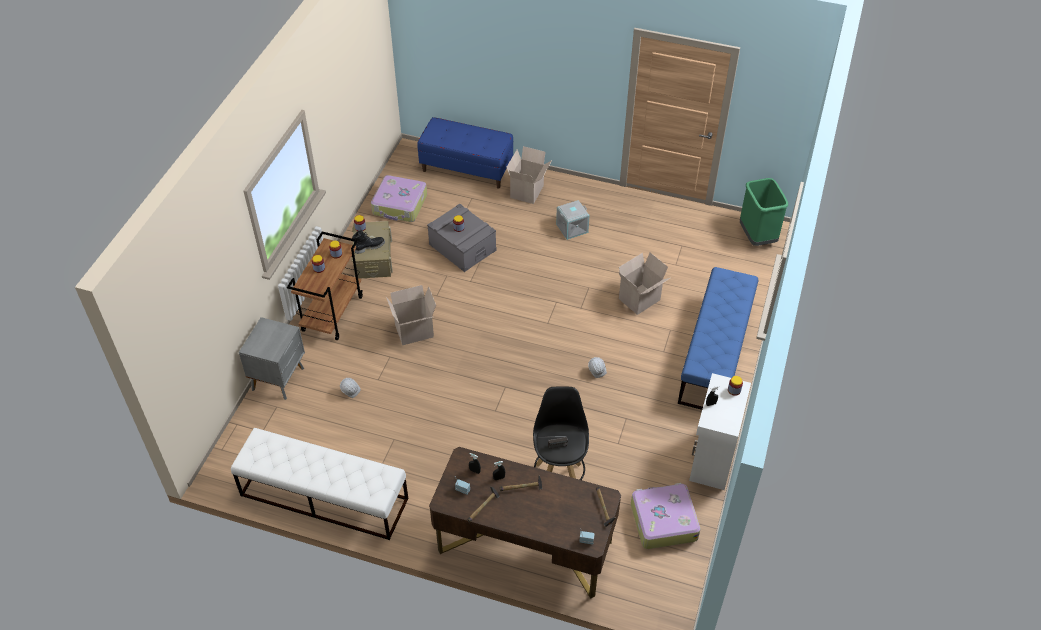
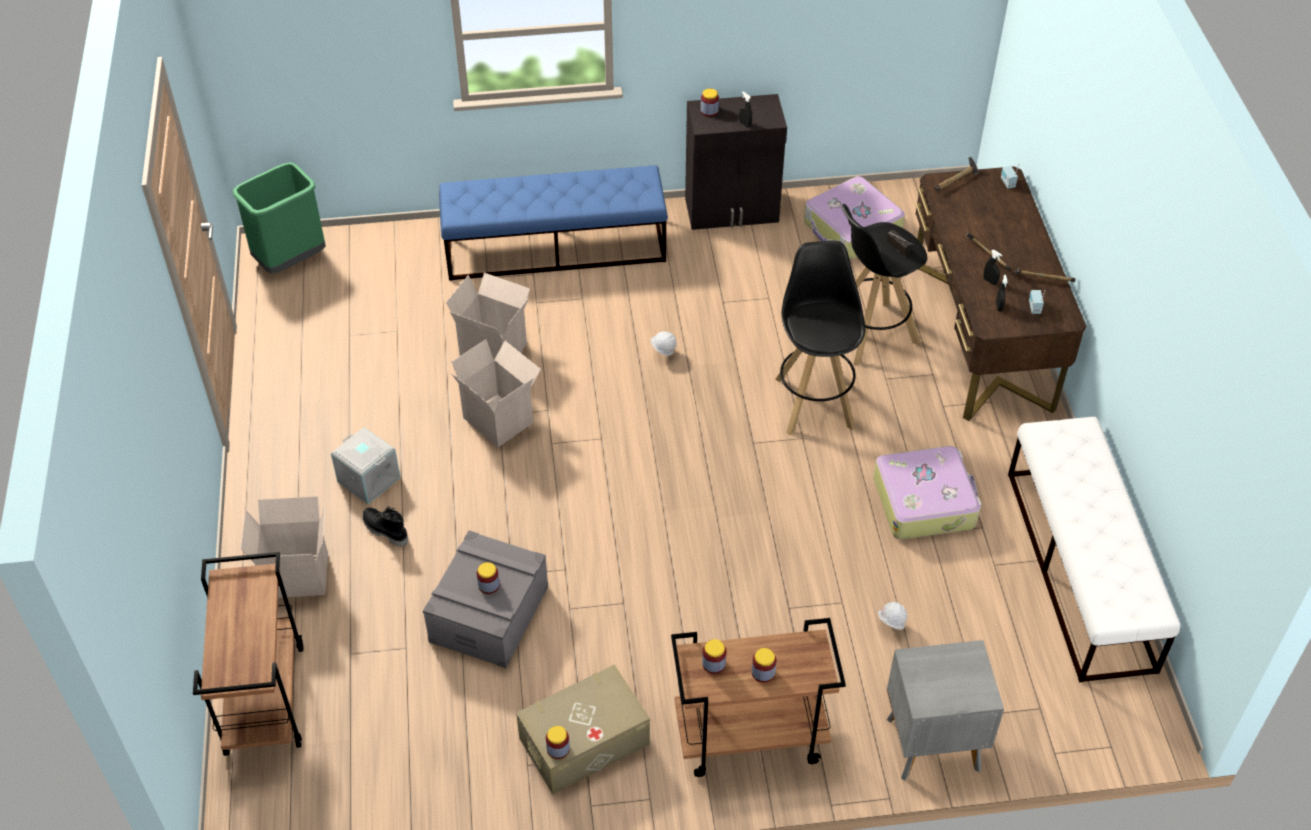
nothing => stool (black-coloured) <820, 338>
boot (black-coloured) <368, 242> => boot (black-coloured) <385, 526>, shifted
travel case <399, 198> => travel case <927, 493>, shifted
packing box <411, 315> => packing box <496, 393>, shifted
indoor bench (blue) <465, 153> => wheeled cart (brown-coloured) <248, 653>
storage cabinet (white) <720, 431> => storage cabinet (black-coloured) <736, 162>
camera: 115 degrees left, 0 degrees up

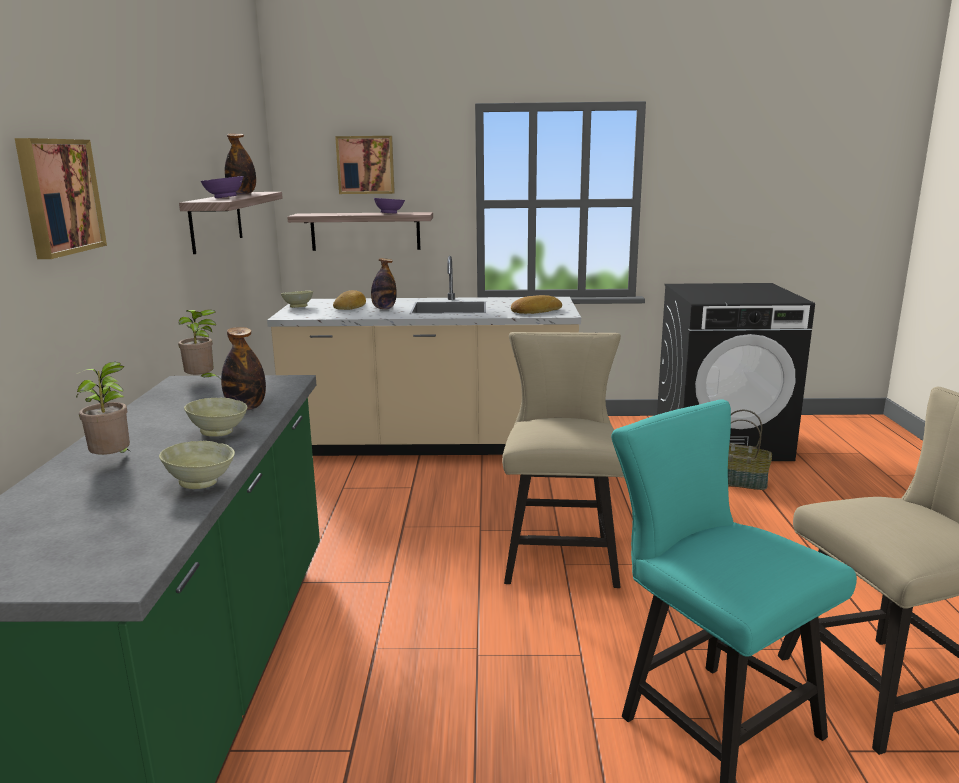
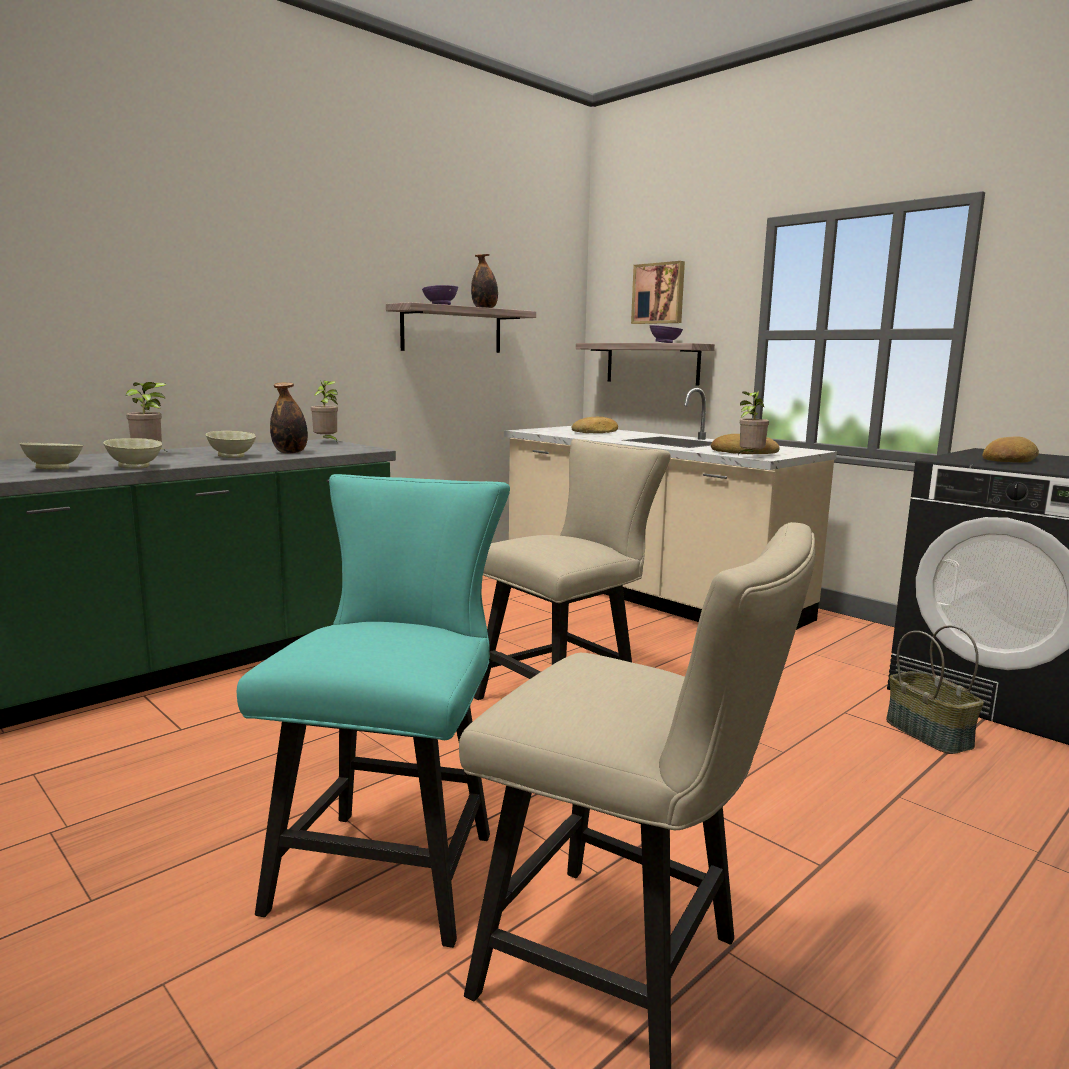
wall art <61, 198> => nothing
beverage bottle <384, 283> => nothing
nothing => plant in a pot <753, 423>
nothing => bread <1010, 449>
deep dish (sand-coloured) <297, 299> => deep dish (sand-coloured) <51, 456>, shifted
camera: 45 degrees right, 5 degrees down

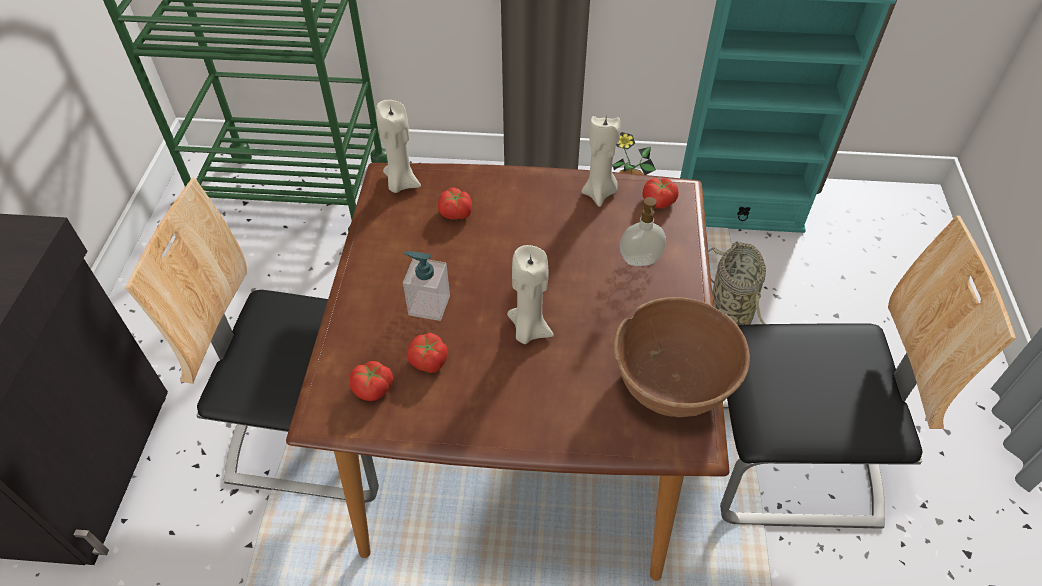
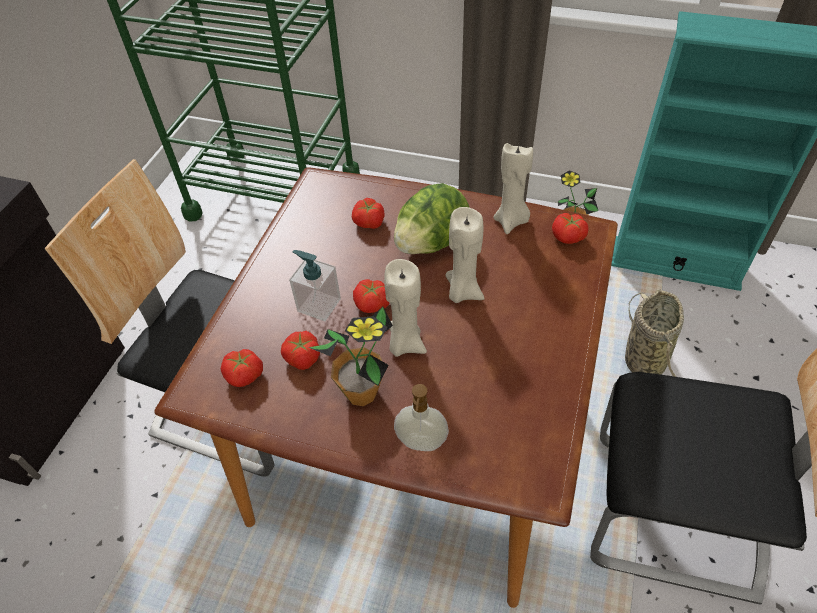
deep dish (brown-coloured) <682, 357> => nothing
nothing => plant in a pot <350, 356>
nothing => fresh tomato <371, 296>
nothing => head of lettuce <432, 218>
wax candle (sand-coloured) <398, 146> => wax candle (sand-coloured) <465, 255>, shifted
soap bottle <643, 231> => soap bottle <421, 417>, shifted
camera: 15 degrees right, 0 degrees up

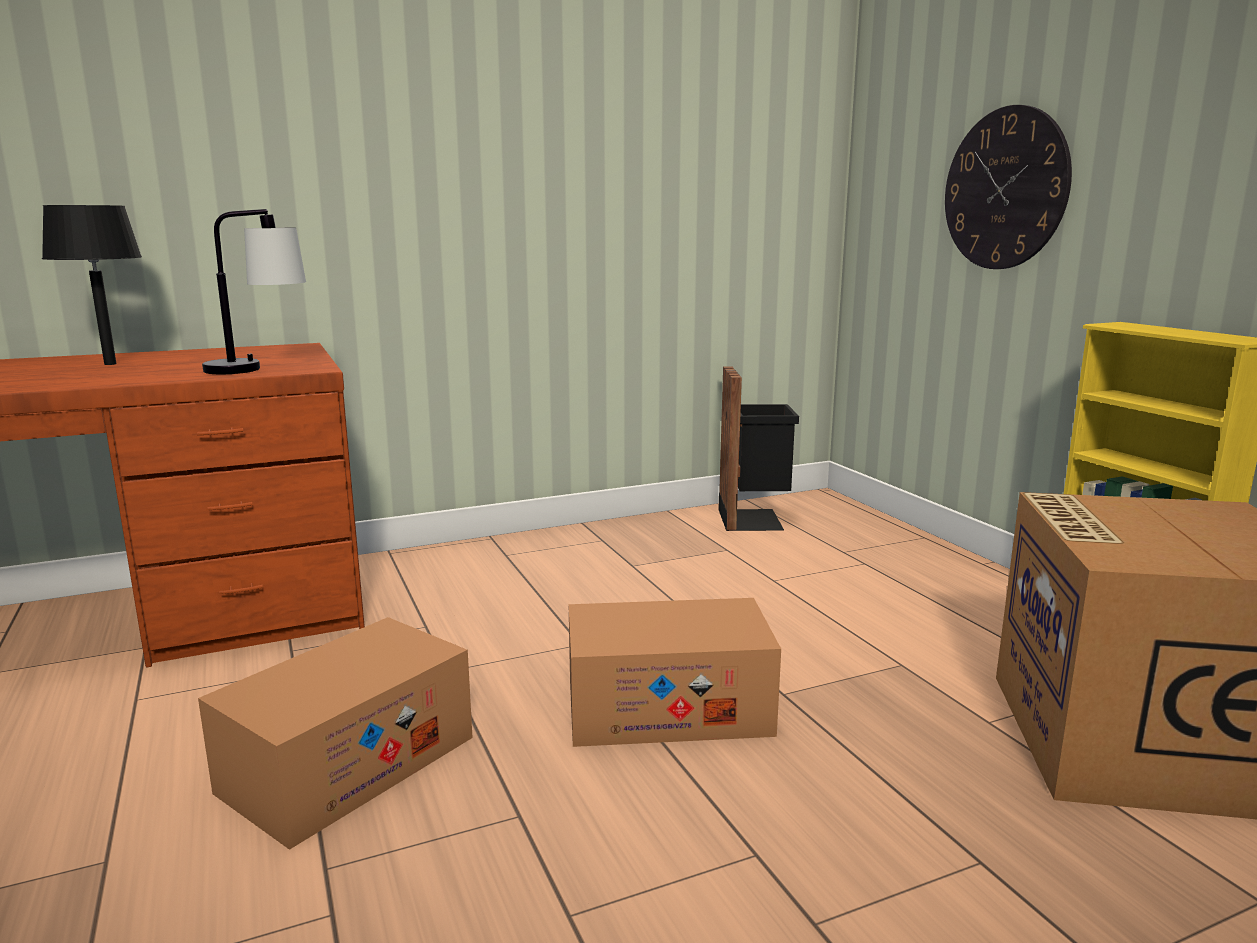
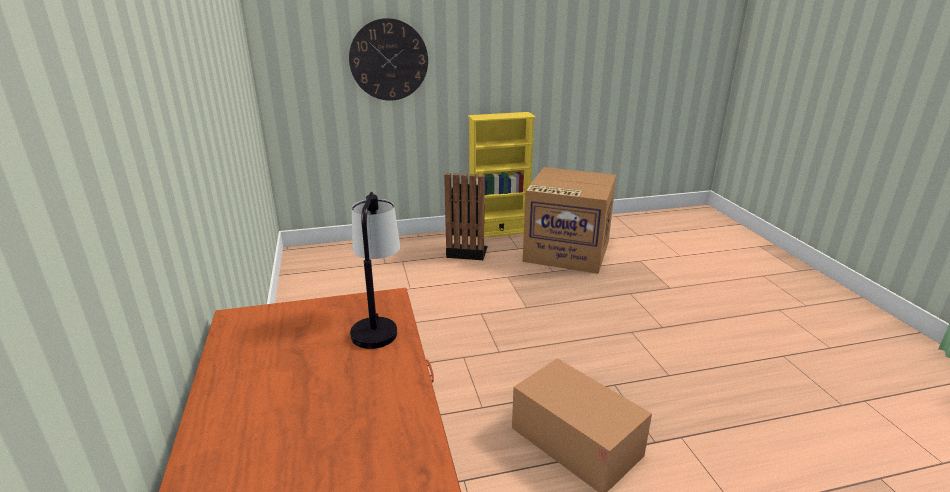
lamp for a table (black-coloured) <92, 285> => nothing
packing box <675, 672> => nothing
waste bin (black-coloured) <758, 449> => waste bin (black-coloured) <466, 216>, shifted
camera: 80 degrees left, 10 degrees up

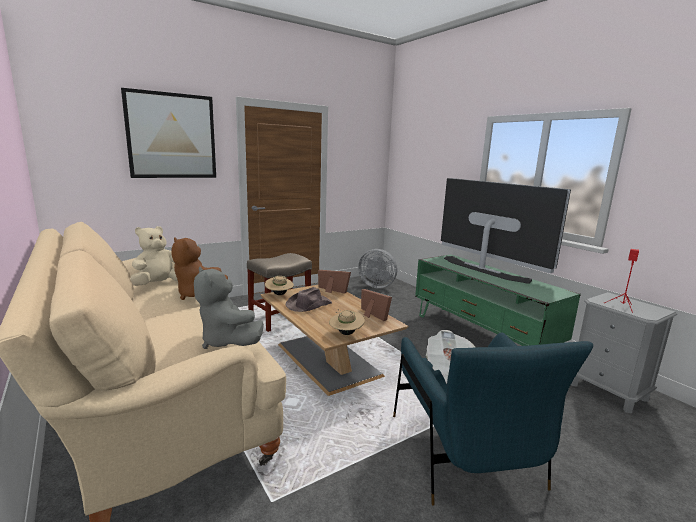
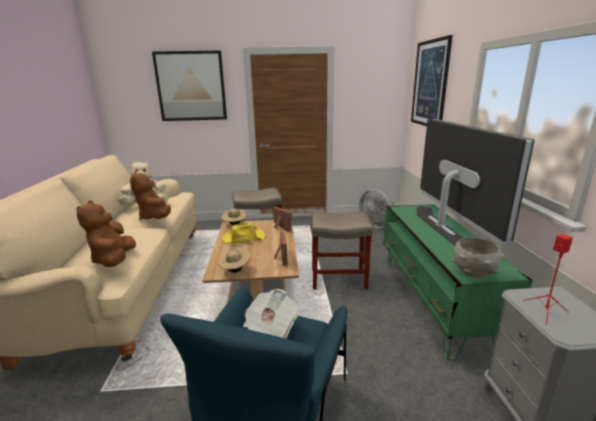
nothing => stool (sand-coloured) <342, 250>
nothing => wall art <432, 80>
nothing => deep dish (greyish) <478, 258>
soft toy (greyish) <229, 308> => soft toy (brown-coloured) <106, 233>
clothing hat (brown-coloured) <309, 299> => clothing hat (yellowish) <243, 233>
camera: 30 degrees right, 5 degrees up

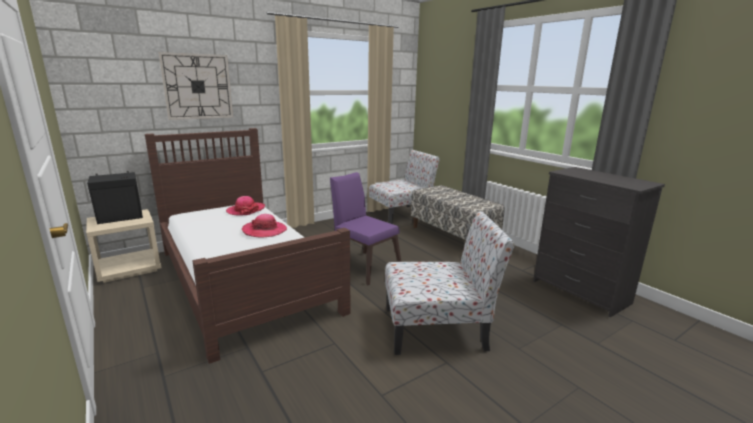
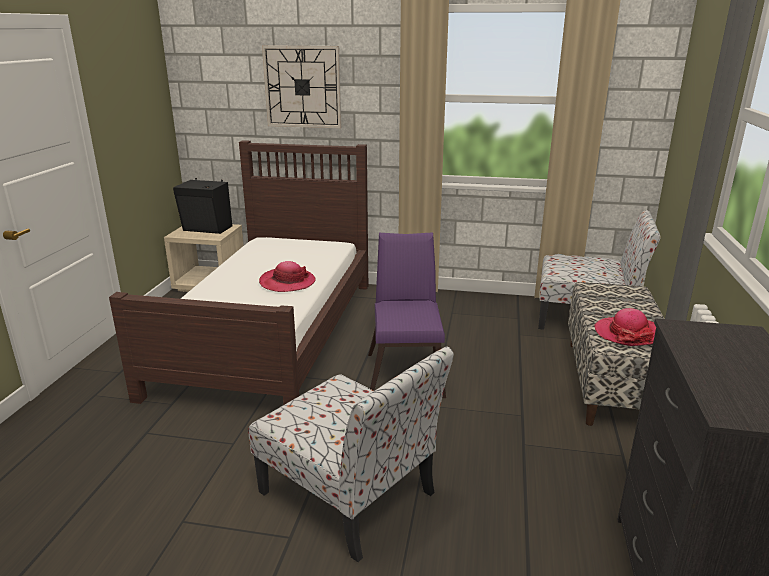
clothing hat <245, 206> => clothing hat <625, 327>, shifted
camera: 45 degrees right, 5 degrees up

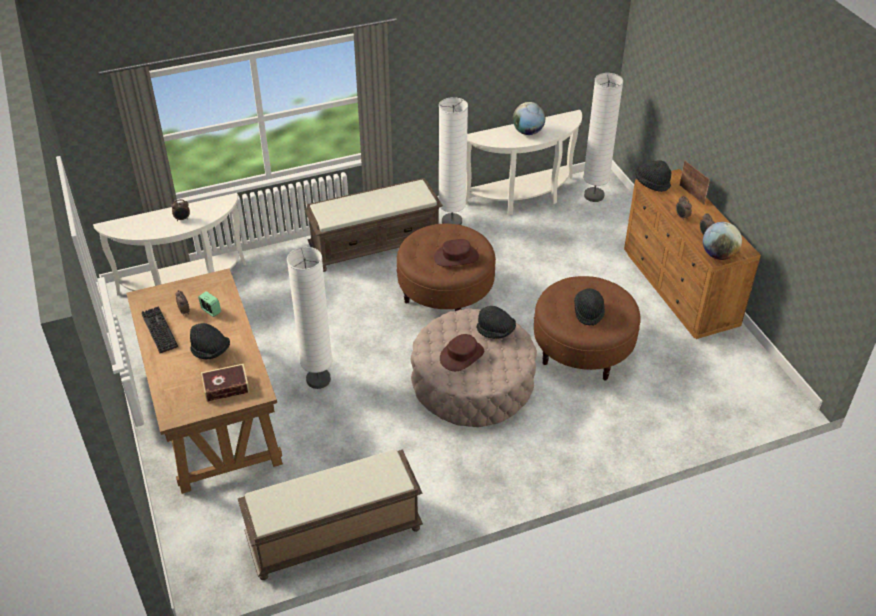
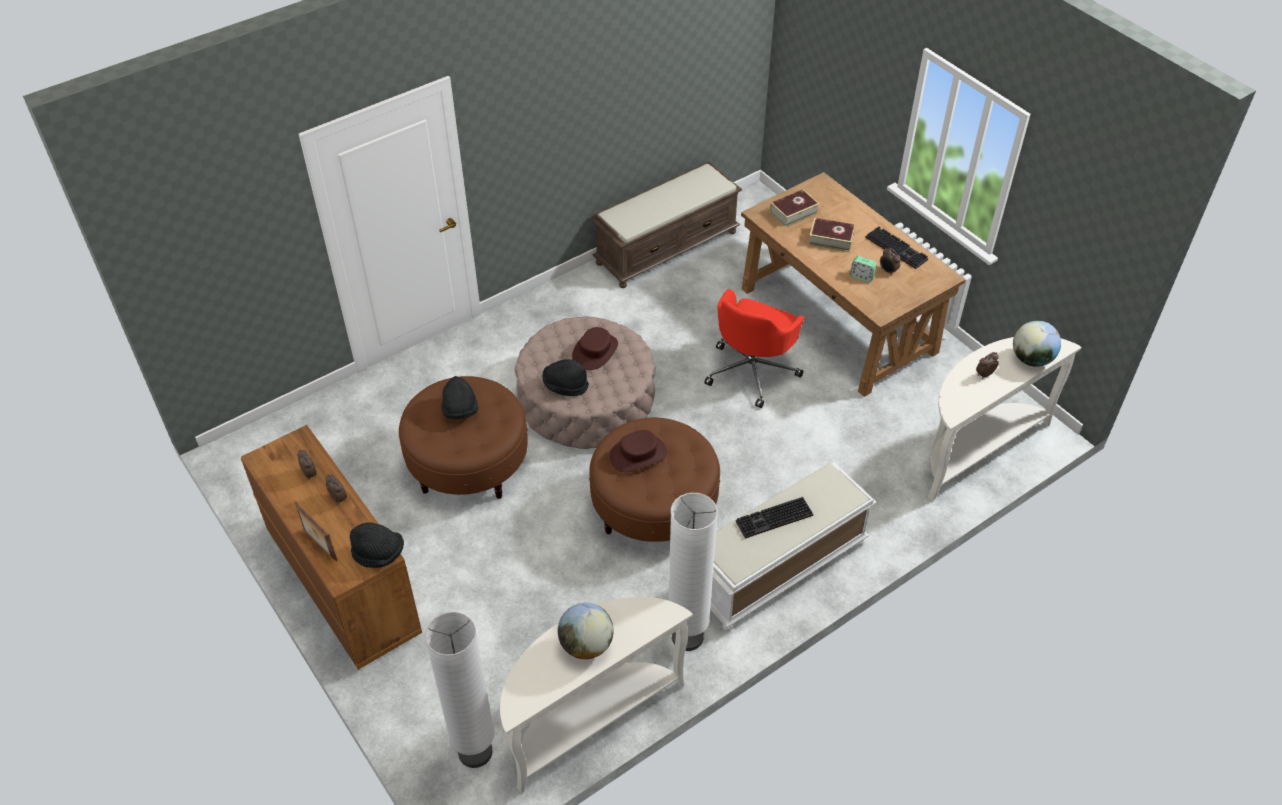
nothing => computer keyboard <774, 518>
desk globe <722, 241> => desk globe <1037, 343>, shifted
clothing hat (black-coloured) <210, 341> => bound book <831, 235>
standing lamp (white) <310, 318> => desk chair (red-coloured) <754, 348>
indoor bench (brown-coloured) <373, 225> => indoor bench (white) <793, 546>
camera: 165 degrees right, 5 degrees up

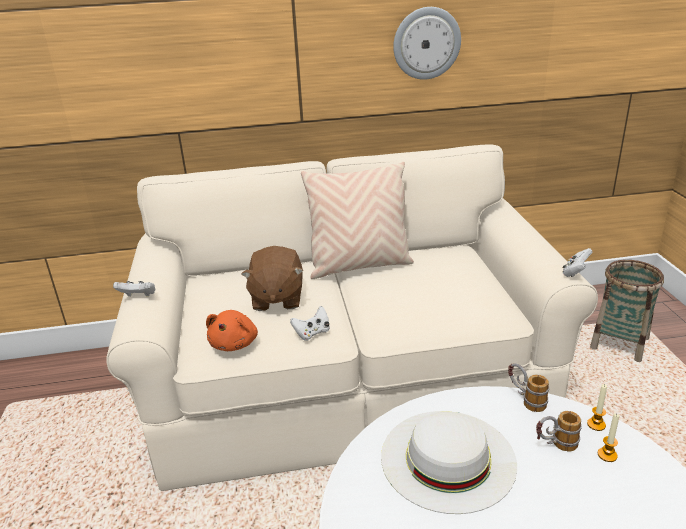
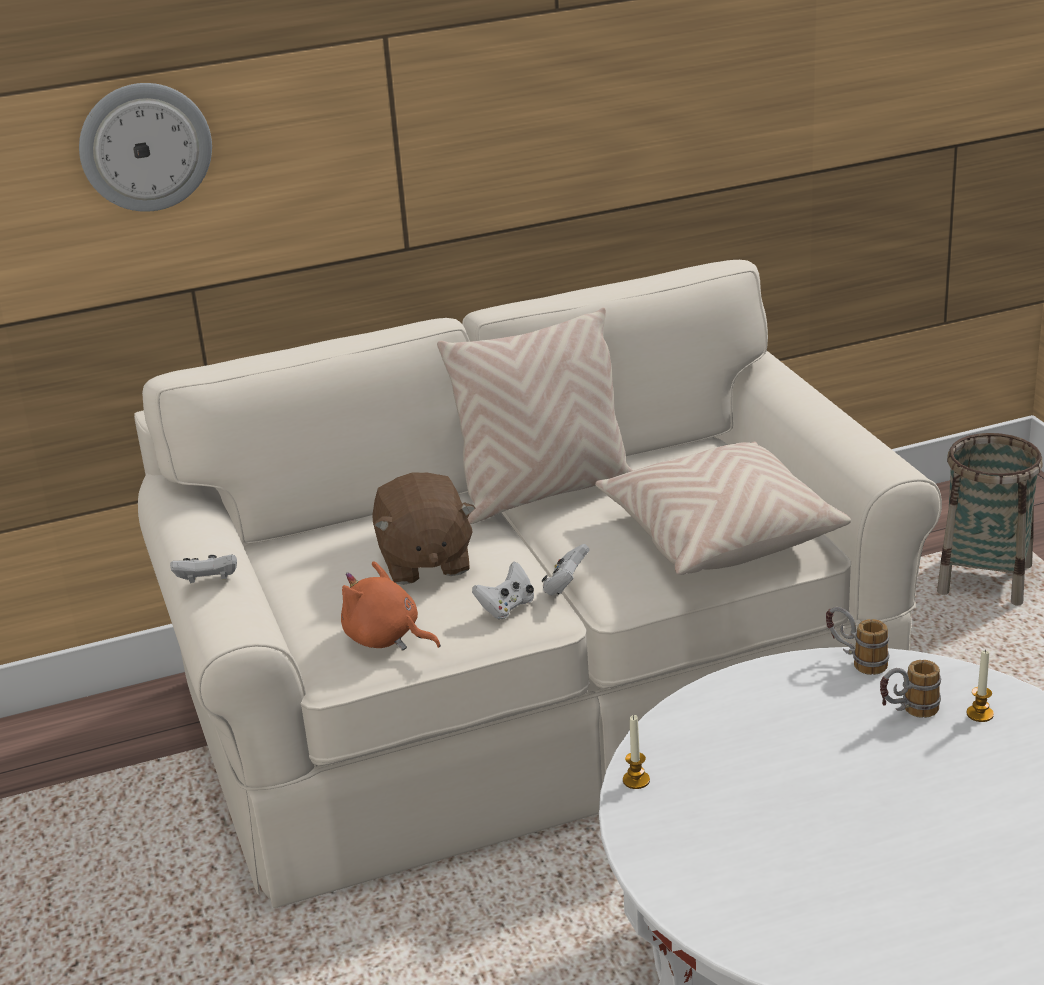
clothing hat (white) <449, 462> => nothing
nothing => pillow (sand-coloured) <723, 508>
hanging clock <427, 43> => hanging clock <145, 147>, shifted
game controller (white) <577, 262> => game controller (white) <566, 569>, shifted
wax candle <597, 407> => wax candle <636, 752>, shifted
soft toy (orange-coloured) <232, 330> => soft toy (orange-coloured) <391, 605>, 120 degrees clockwise
camera: 10 degrees left, 0 degrees up

